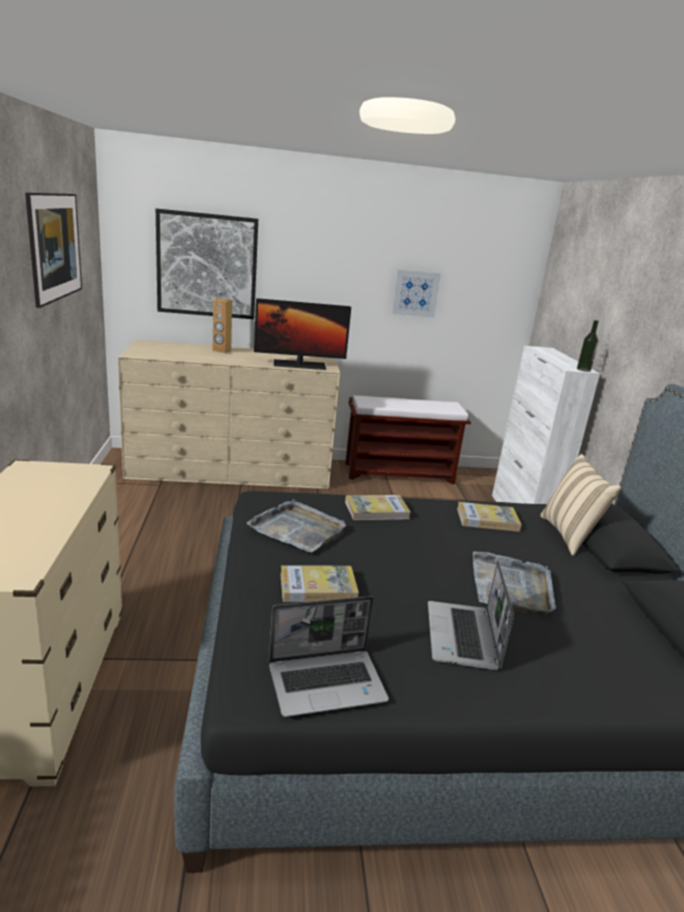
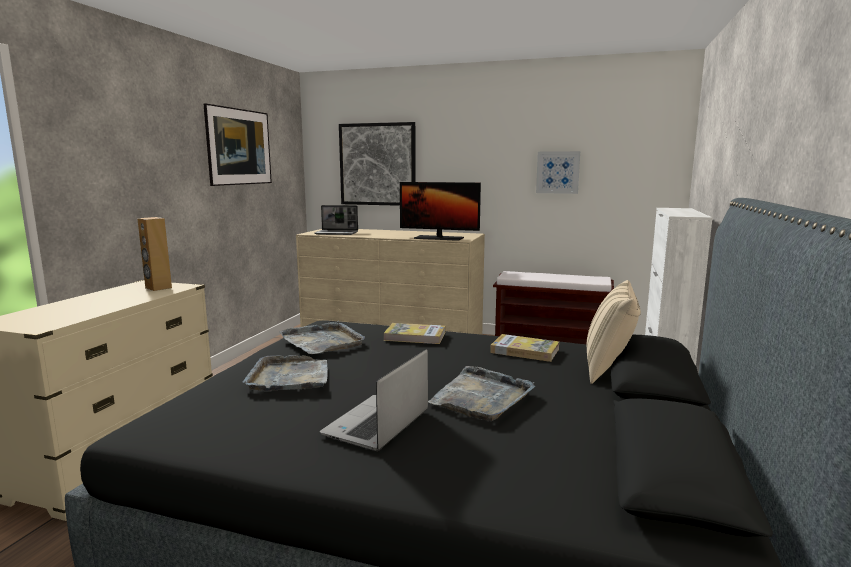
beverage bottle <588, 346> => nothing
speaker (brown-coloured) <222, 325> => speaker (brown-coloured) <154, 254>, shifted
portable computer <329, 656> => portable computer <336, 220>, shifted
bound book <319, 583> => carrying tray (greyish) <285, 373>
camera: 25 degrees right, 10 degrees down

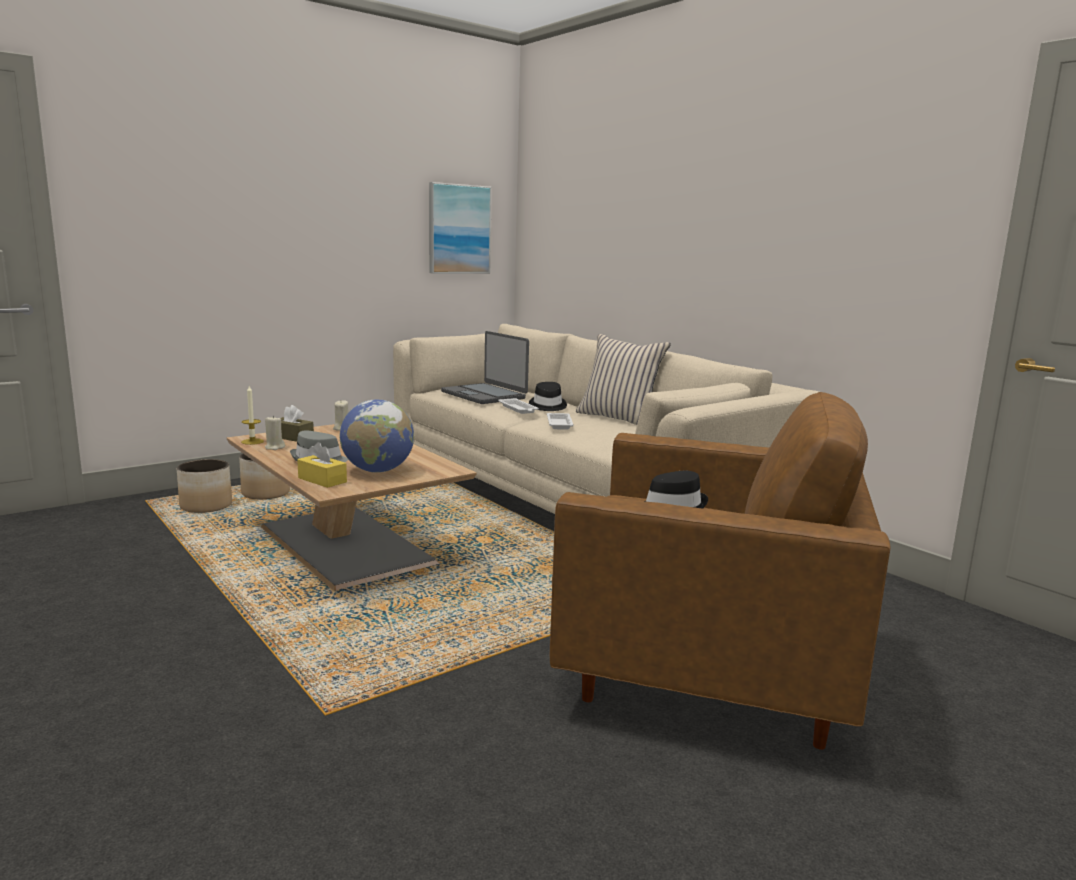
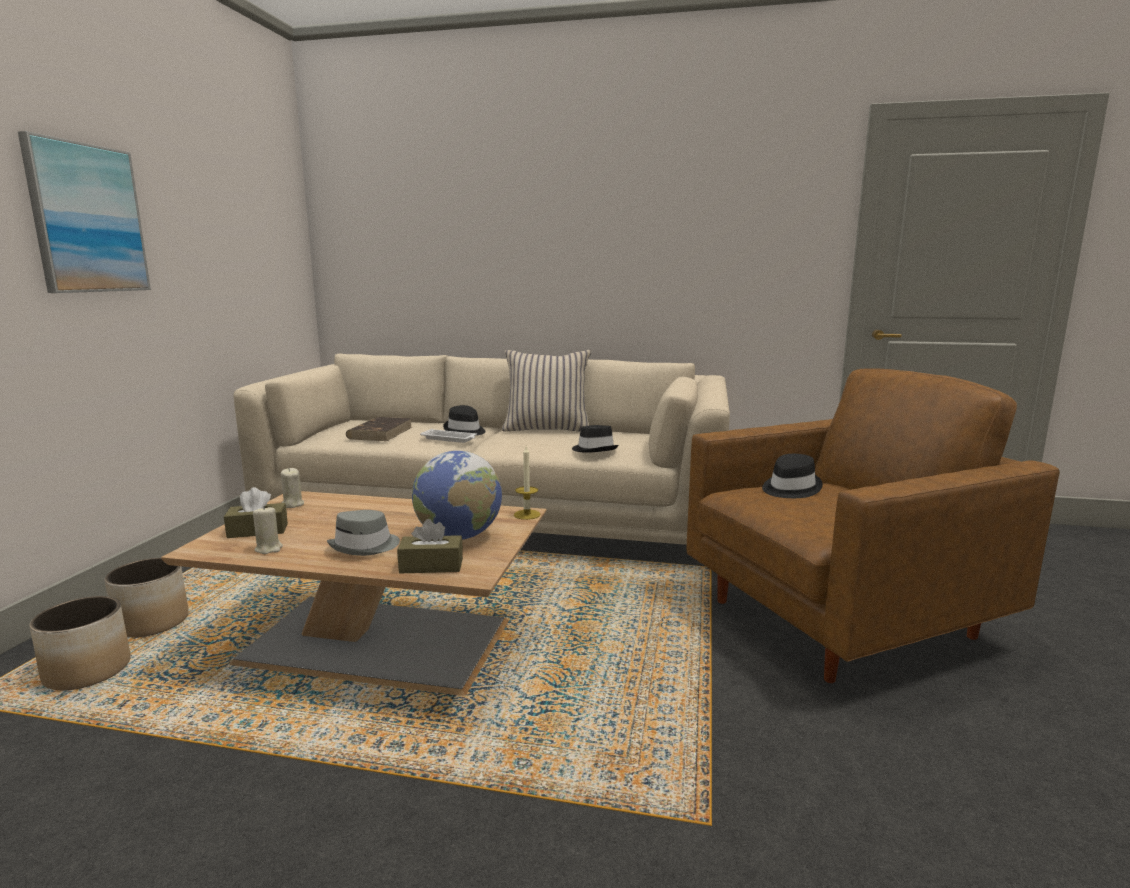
carrying tray (white) <560, 421> => nothing
nothing => clothing hat (black-coloured) <595, 439>
wax candle <252, 415> => wax candle <527, 483>, shifted
wall art <460, 228> => wall art <84, 212>, shifted
portable computer <485, 367> => bound book (brown-coloured) <379, 429>
box of tissues (yellowish) <322, 465> => box of tissues (brown-coloured) <430, 546>
camera: 40 degrees left, 0 degrees up

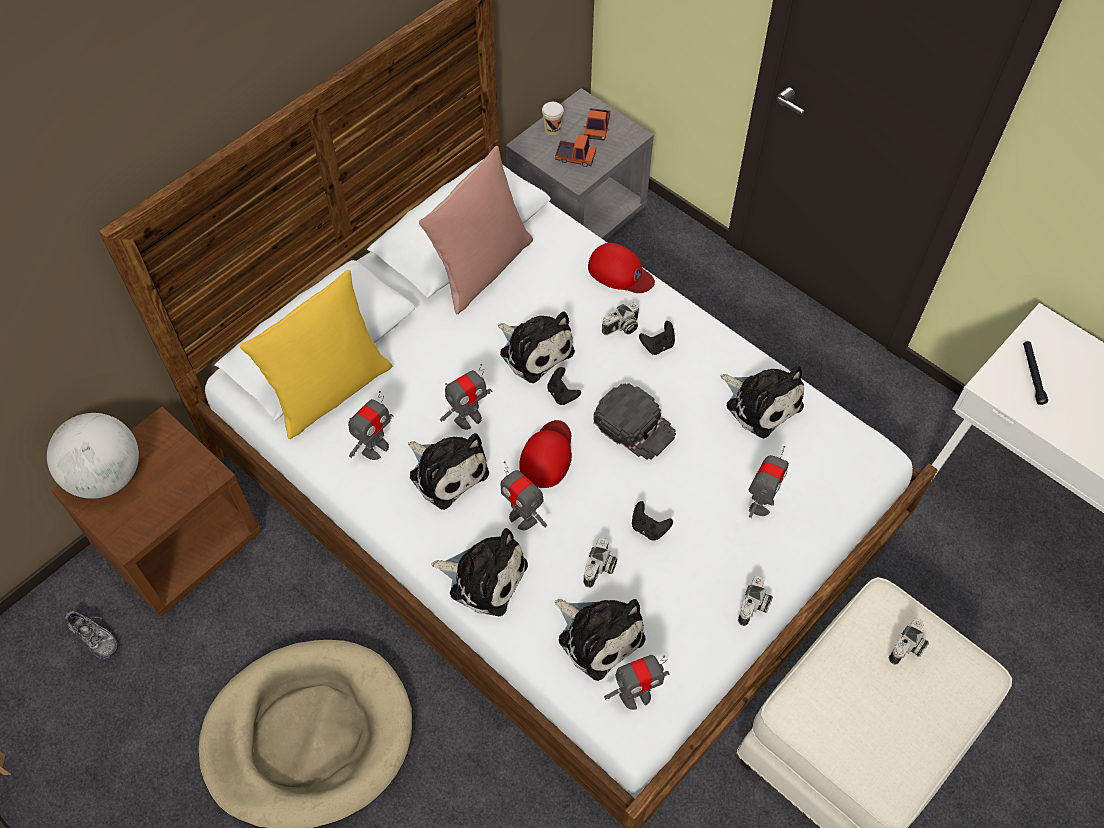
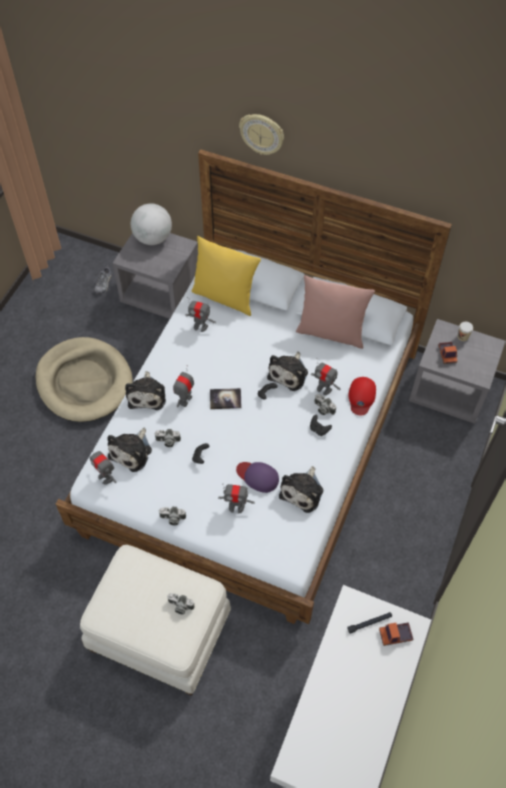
soft toy <448, 471> => nothing
peaked cap (black-coloured) <635, 421> => nothing
nothing => peaked cap (purple) <257, 477>
nothing => hanging clock <261, 134>
toy robot <466, 397> => toy robot <325, 376>, shifted
toy truck <596, 124> => toy truck <396, 634>, shifted
peaked cap (red-coloured) <545, 454> => bound book <226, 398>
nightstand (brown-coloured) <156, 512> => nightstand (greyish) <155, 276>
camera: 70 degrees right, 0 degrees up

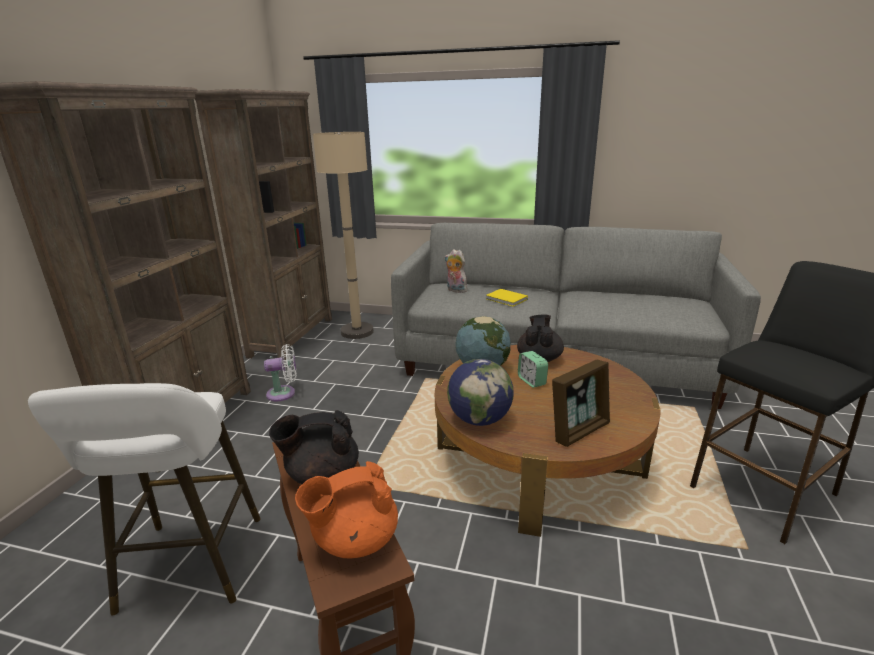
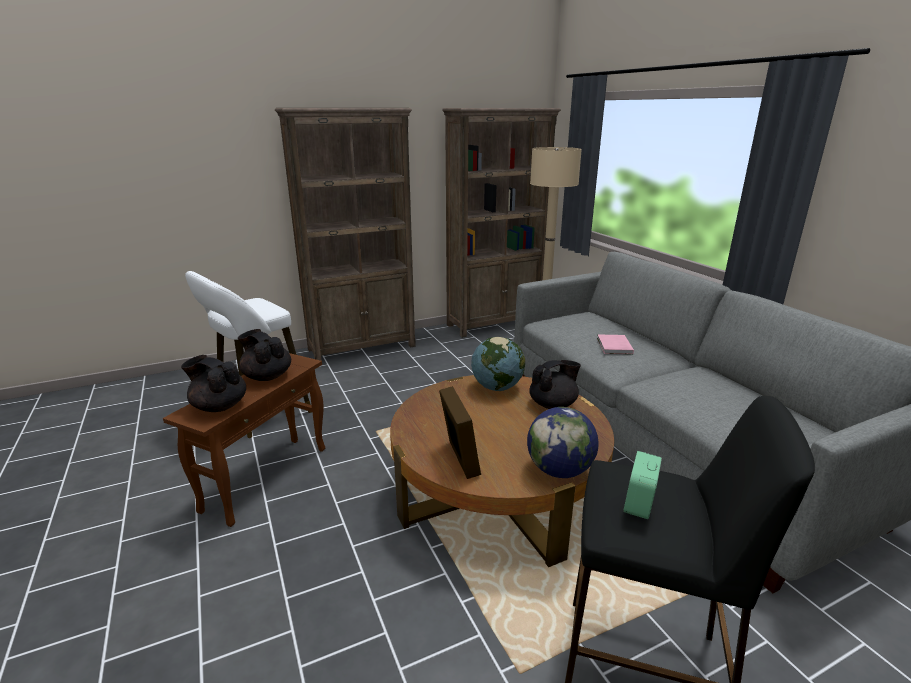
fan (white) <280, 373> => nothing
soft toy <455, 271> => nothing
desk globe <480, 392> => desk globe <563, 442>, shifted
alarm clock <533, 369> => alarm clock <642, 485>, shifted
pot for tea (orange-coloured) <346, 510> => pot for tea (black-coloured) <213, 383>
bound book (yellowish) <507, 298> => bound book (pink) <615, 344>
standing frame <581, 403> => standing frame <460, 432>, 120 degrees counterclockwise
camera: 50 degrees right, 0 degrees up

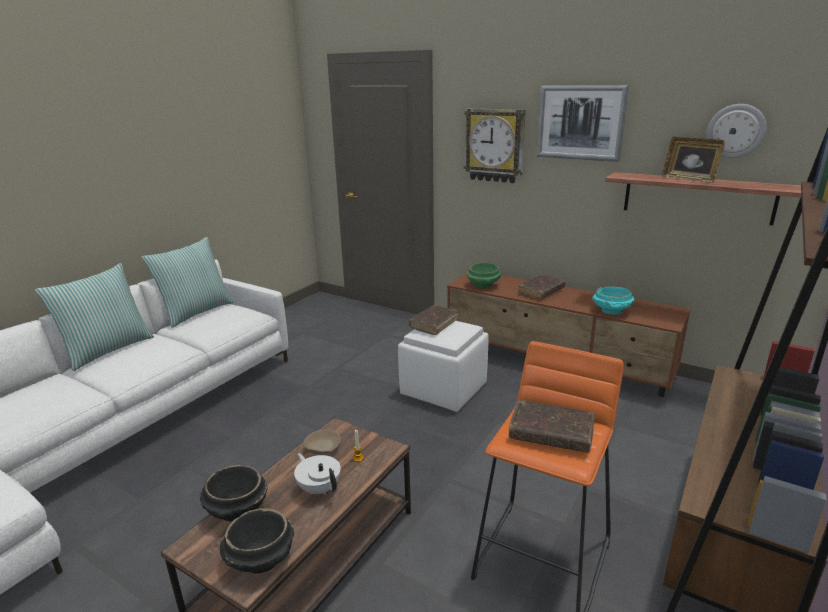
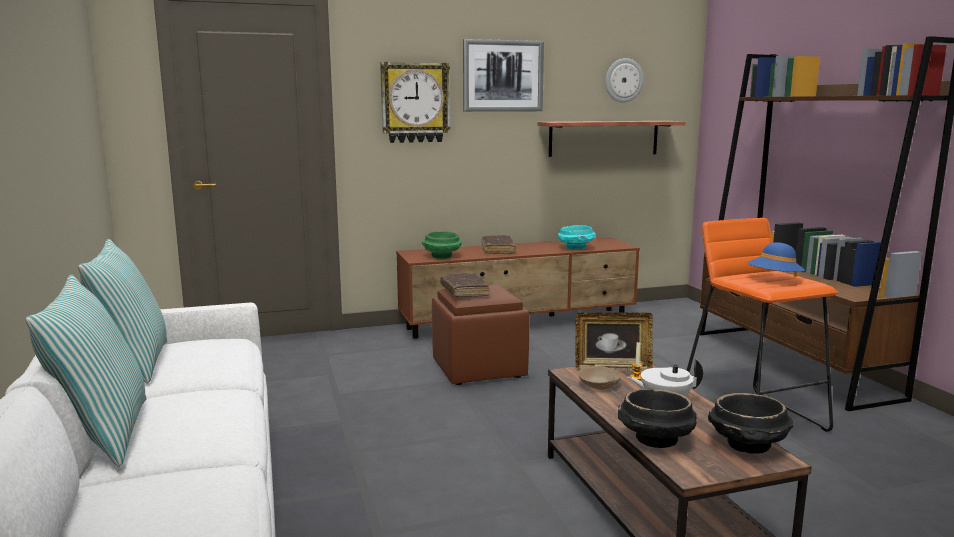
standing frame <693, 160> => standing frame <614, 341>, shifted
bound book (brown-coloured) <552, 426> => clothing hat (blue) <776, 259>
pouffe (white) <443, 366> => pouffe (brown-coloured) <481, 335>
camera: 50 degrees left, 10 degrees down

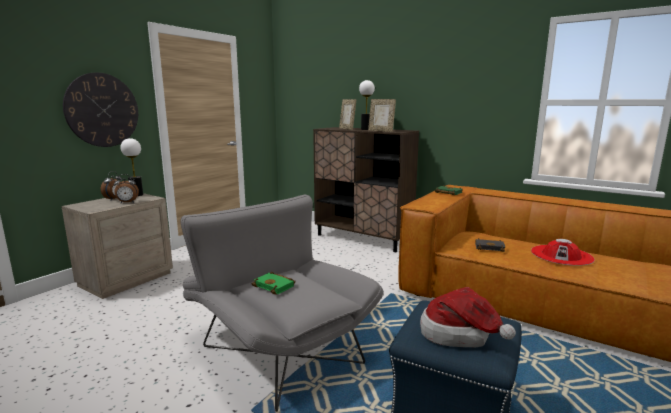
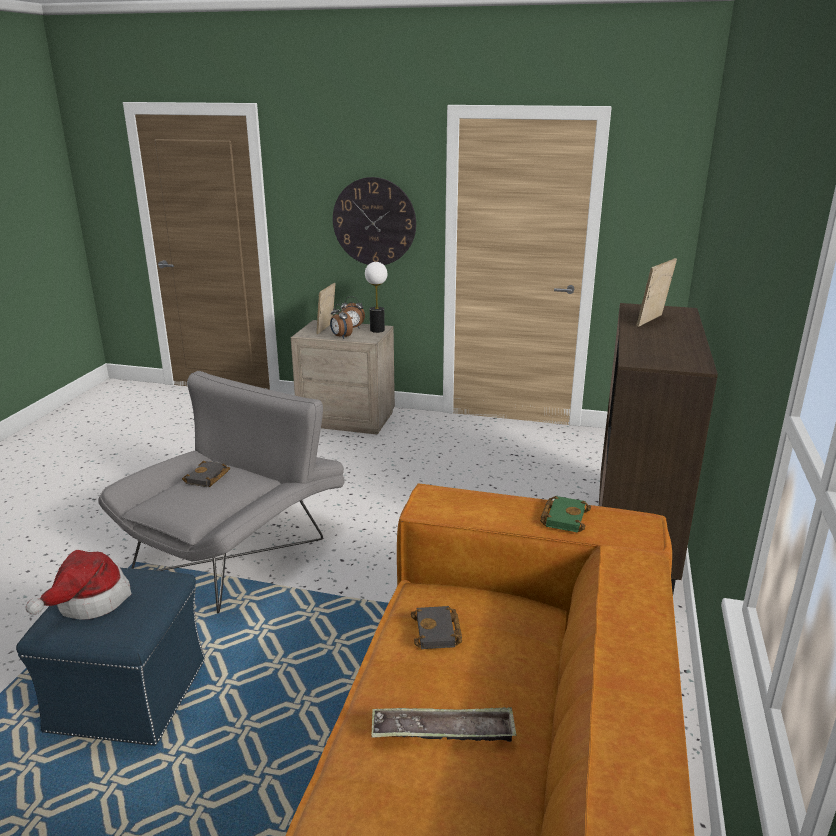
lamp for a table <367, 105> => nothing
standing frame <382, 115> => standing frame <325, 308>, shifted
clothing hat (red-coloured) <563, 252> => carrying tray <443, 724>
bound book (greenish) <273, 283> => bound book (black-coloured) <206, 474>
camera: 70 degrees right, 10 degrees up

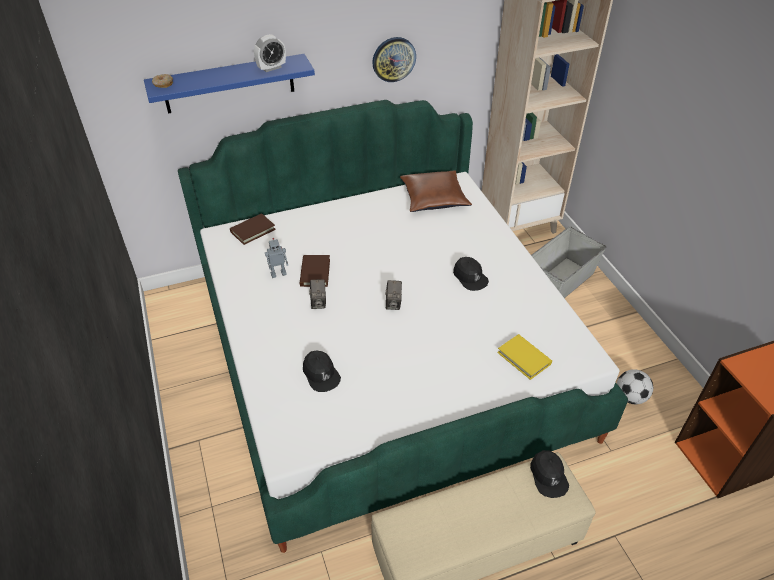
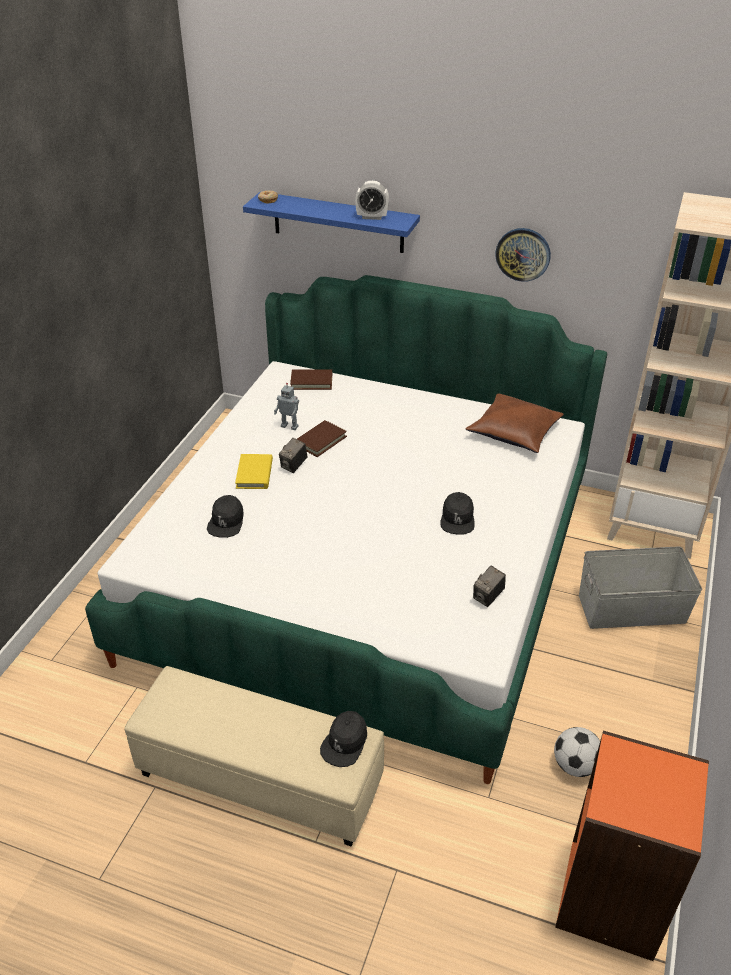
photo camera <393, 295> => photo camera <489, 586>, shifted
bound book (yellowish) <524, 357> => bound book (yellowish) <254, 471>, shifted
camera: 40 degrees right, 5 degrees down

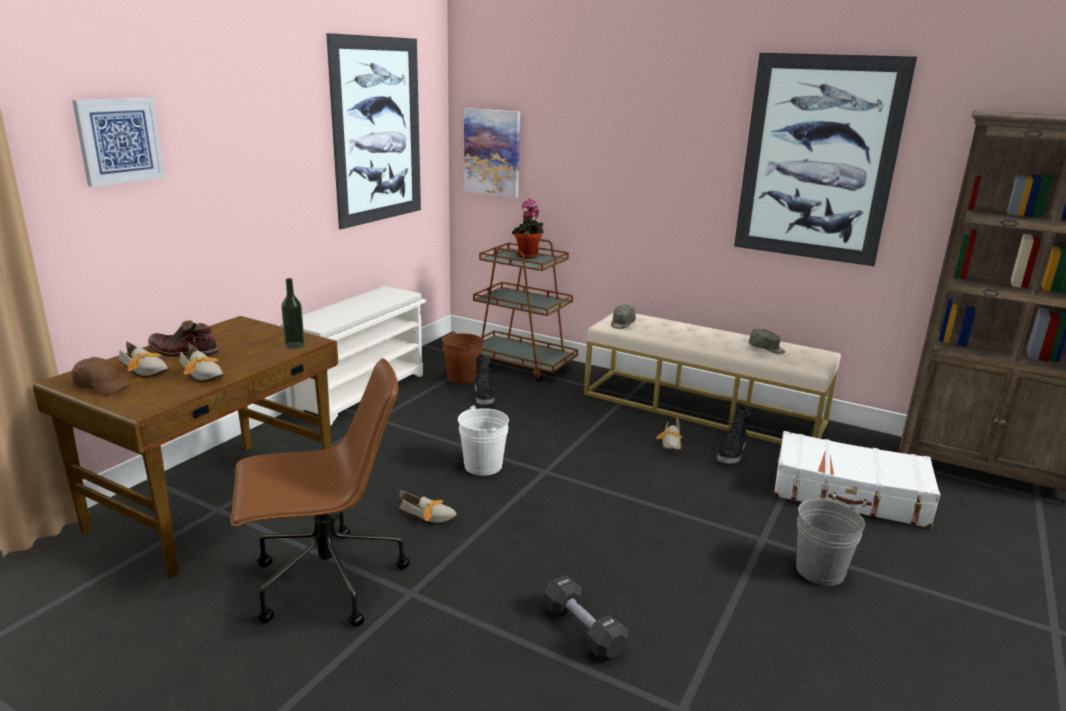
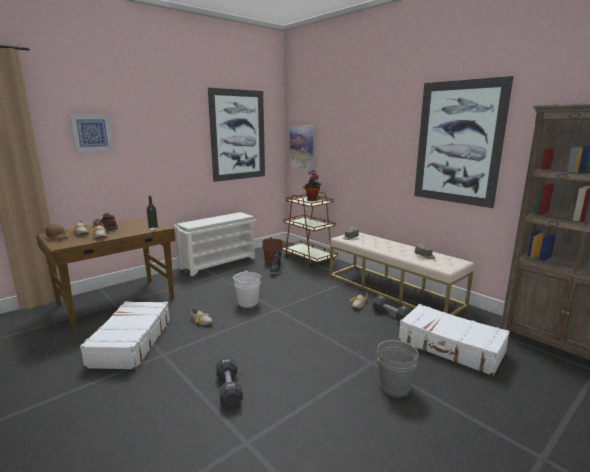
desk chair (brown-coloured) <320, 492> => travel case (white) <125, 335>
boot (black-coloured) <733, 435> => hand weight (black-coloured) <392, 308>
camera: 20 degrees right, 5 degrees down

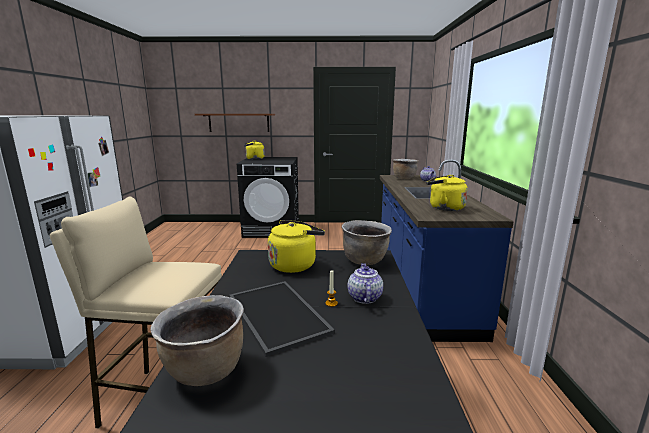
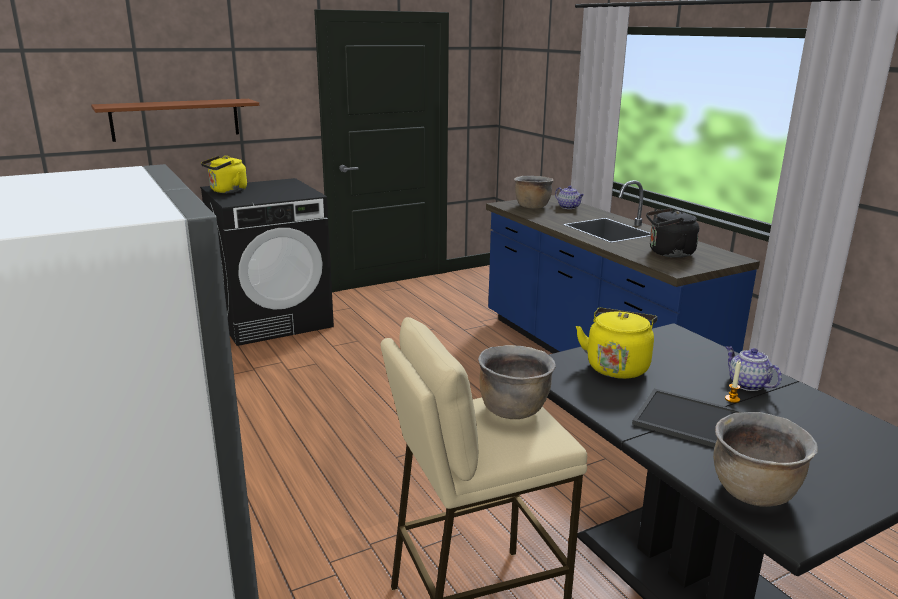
stockpot (brown-coloured) <367, 242> => stockpot (brown-coloured) <517, 382>, shifted
kettle (yellowish) <447, 193> => kettle (black-coloured) <672, 233>
camera: 30 degrees left, 5 degrees up

